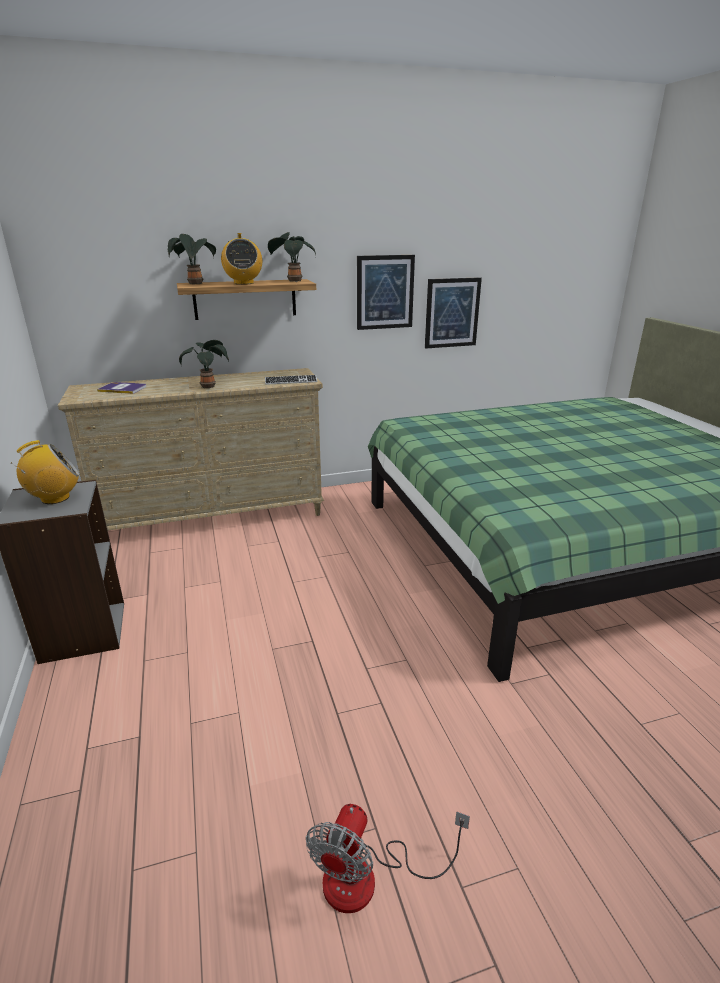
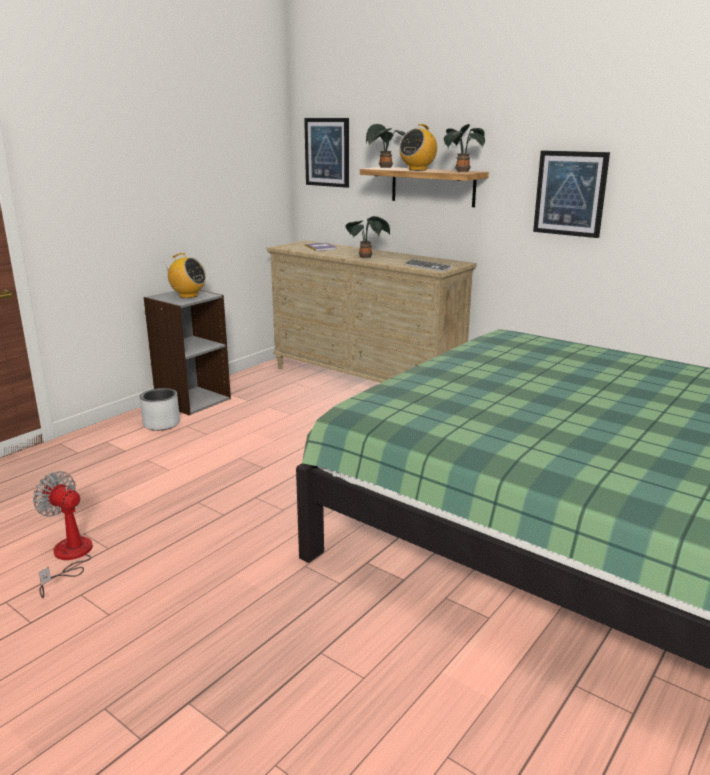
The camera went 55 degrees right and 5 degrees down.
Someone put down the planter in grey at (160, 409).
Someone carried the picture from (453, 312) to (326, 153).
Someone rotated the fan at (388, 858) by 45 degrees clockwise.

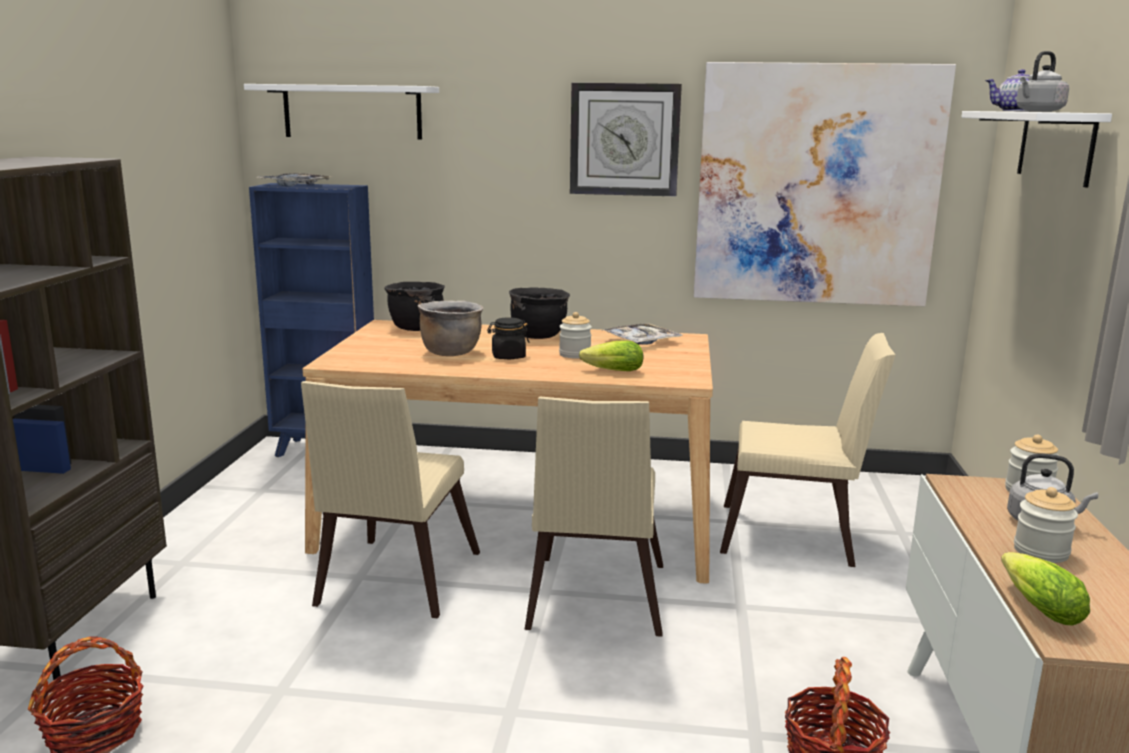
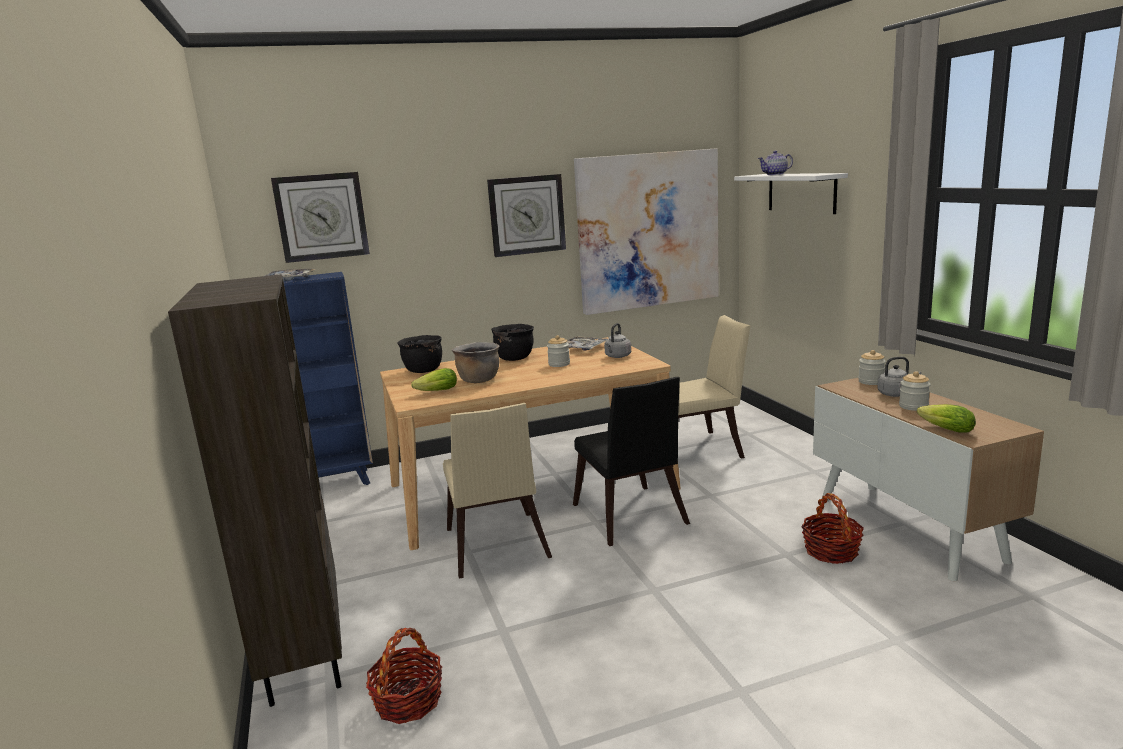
The camera went 25 degrees left and 0 degrees up.
Someone took away the jar in black at (508, 338).
Someone carried the lettuce from (611, 355) to (434, 379).
Someone carried the kettle in grey from (1042, 81) to (617, 340).
Someone swapped the shelf in white at (341, 111) for the wall clock at (320, 217).
Someone repainted the chair in beige at (594, 517), which became the chair in black at (631, 461).

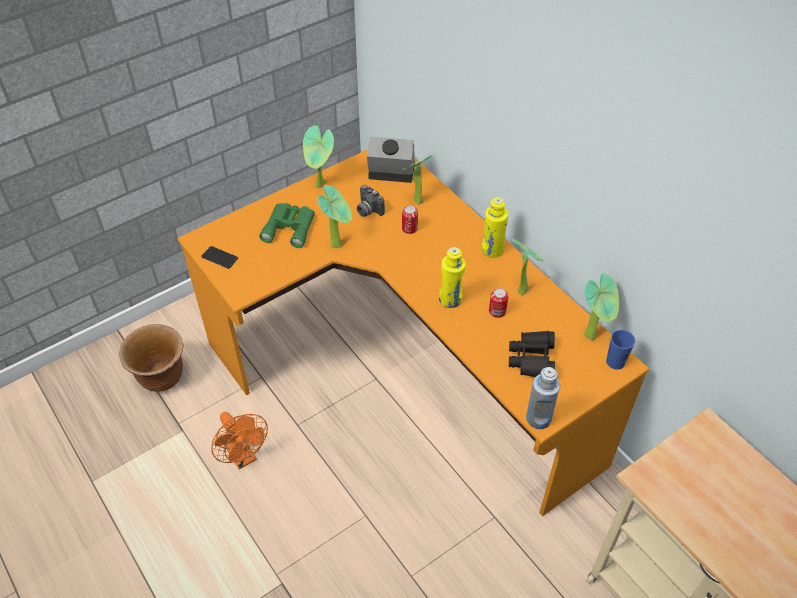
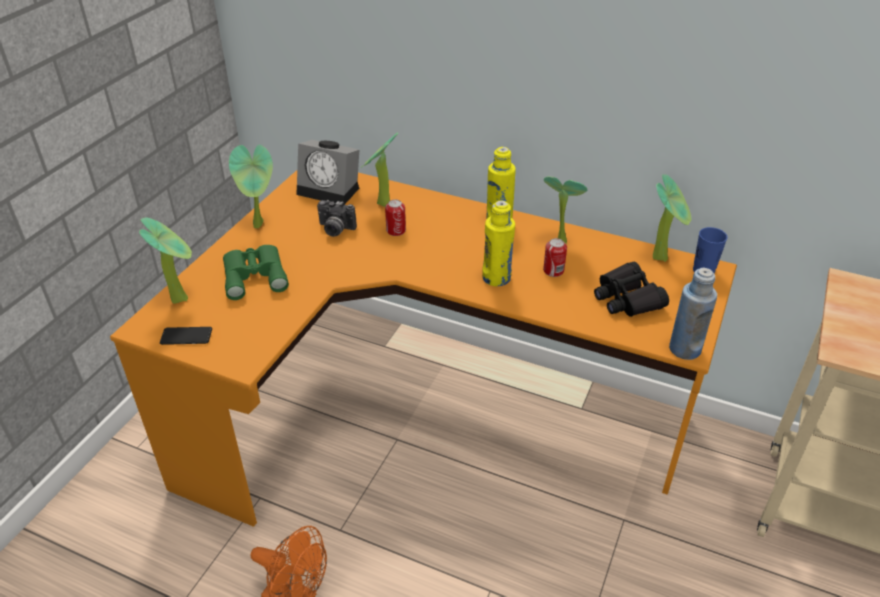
The camera went 30 degrees left and 10 degrees down.
Someone took away the planter in brown at (151, 358).
Someone carried the potted plant from (334, 217) to (165, 260).
Someone rotated the alarm clock at (391, 160) by 135 degrees counterclockwise.

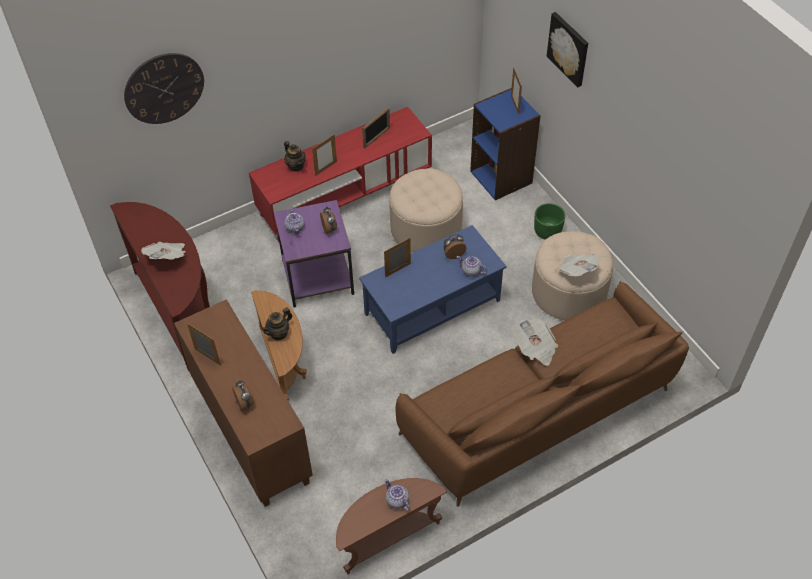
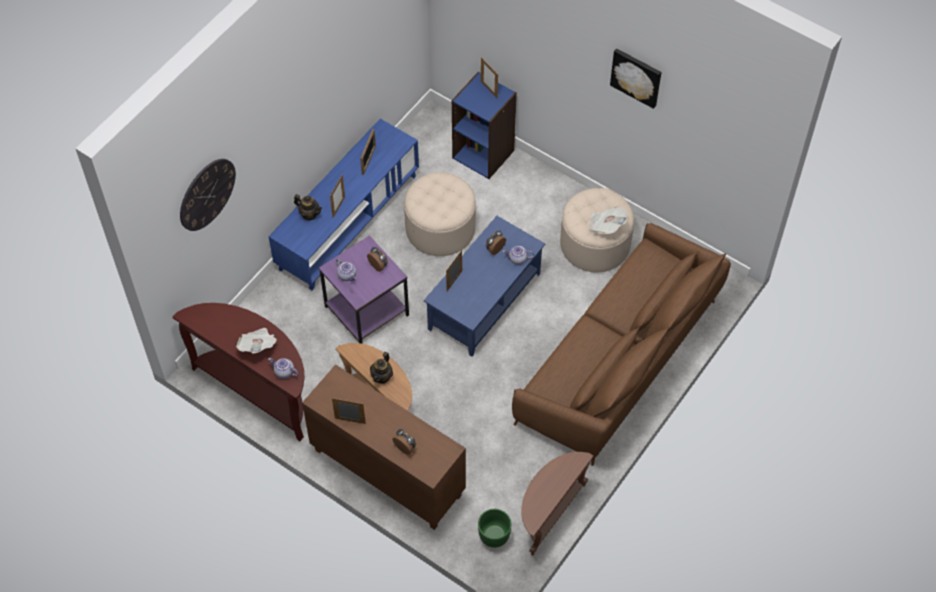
The camera went 25 degrees left and 5 degrees up.
Someone took away the newspaper at (537, 342).
Someone carried the teapot from (397, 495) to (283, 368).
Someone carried the planter in green from (549, 221) to (494, 528).
Someone carried the picture from (567, 49) to (635, 78).
Someone repainted the tv stand in red at (340, 174), which became the tv stand in blue at (343, 204).

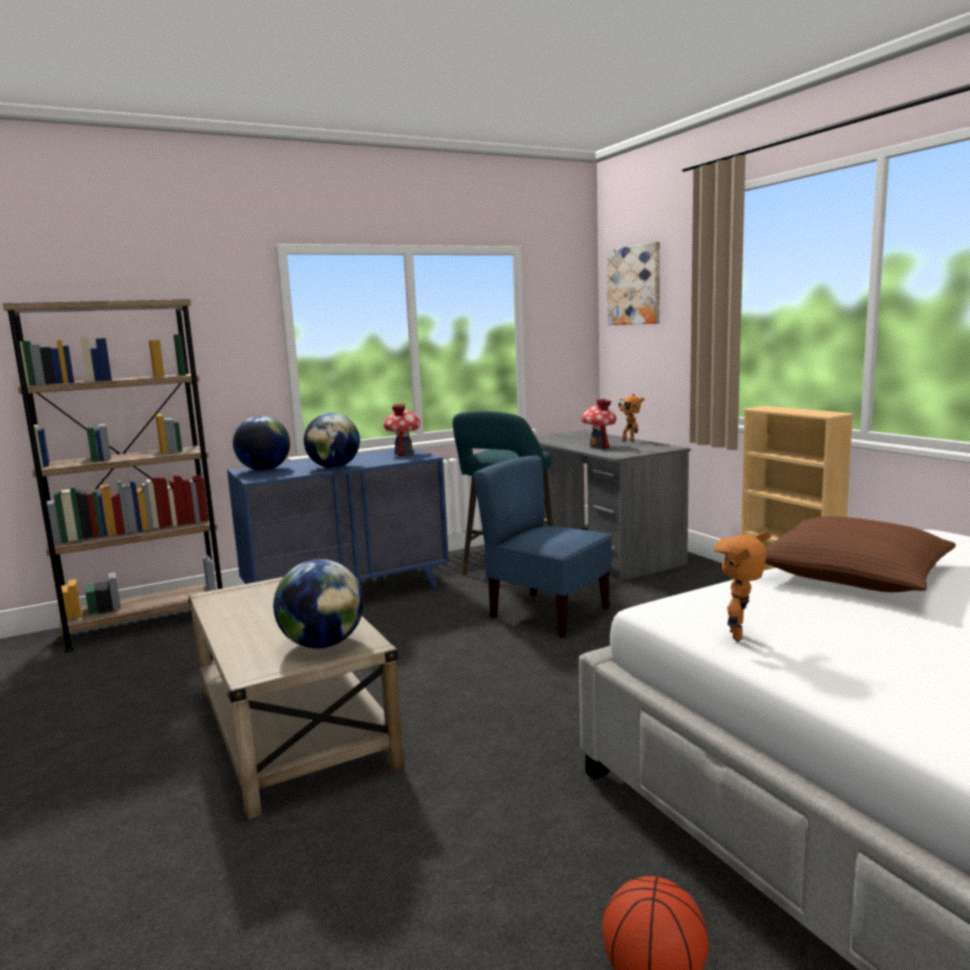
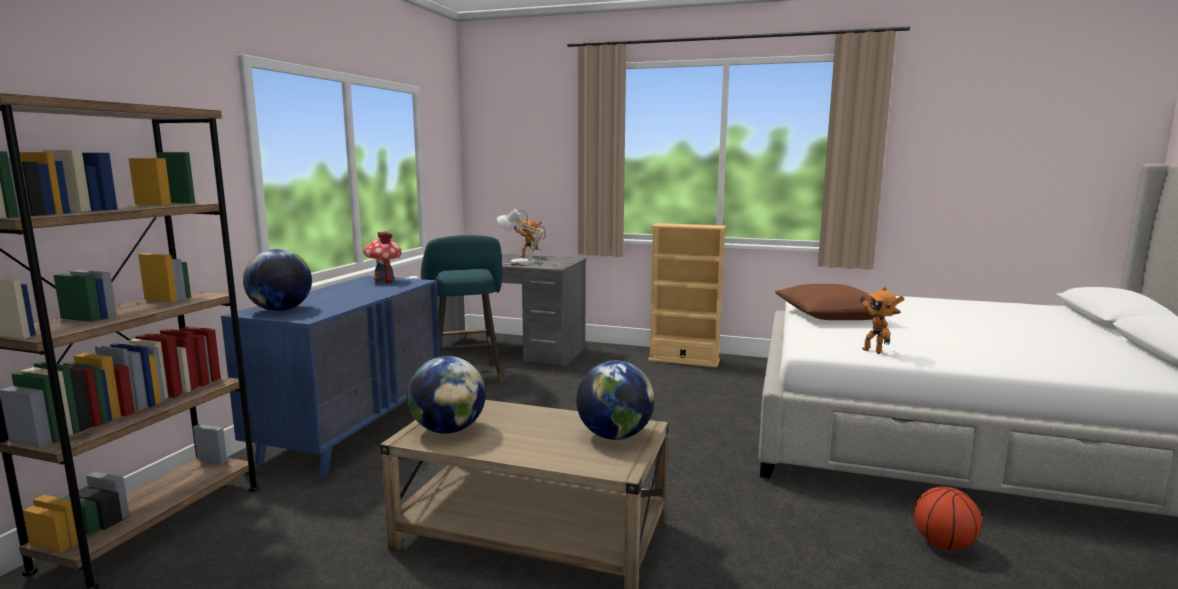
The camera went 45 degrees left and 0 degrees up.
Someone took away the chair in blue at (543, 547).
Someone took away the picture at (633, 283).
Someone carried the globe from (332, 440) to (446, 395).
Someone swapped the toy house at (598, 424) for the table lamp at (521, 237).

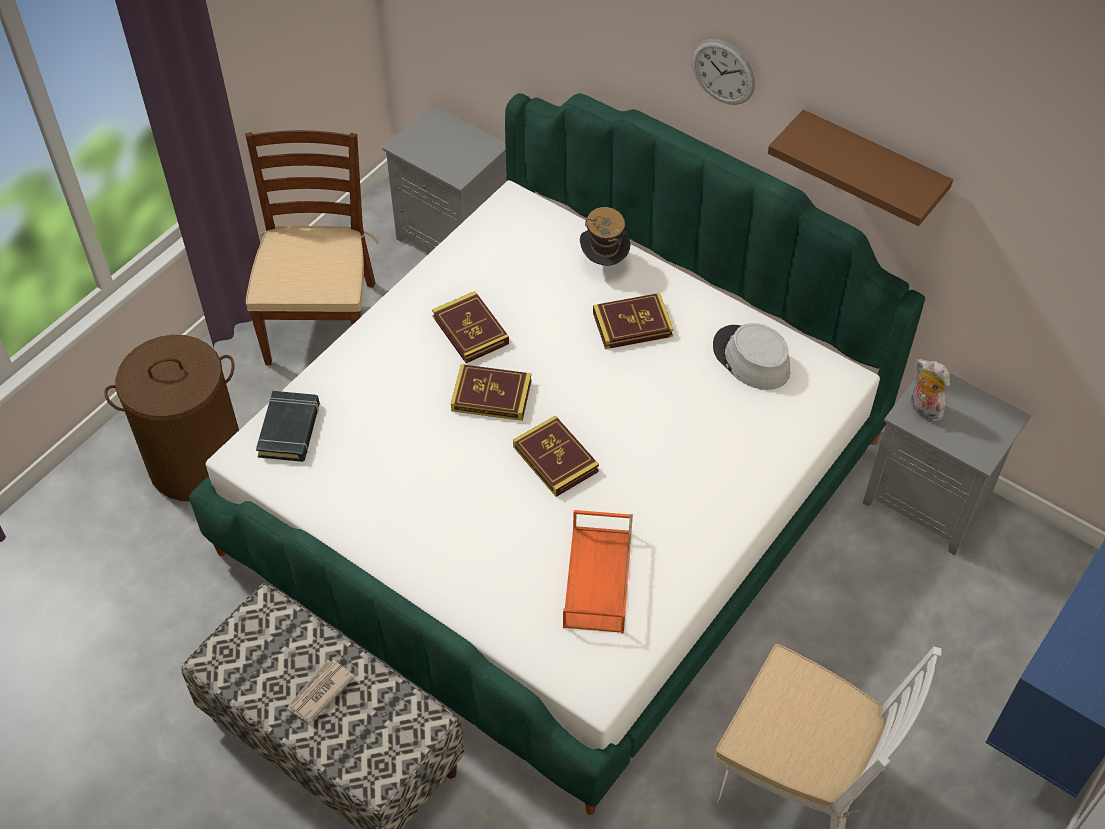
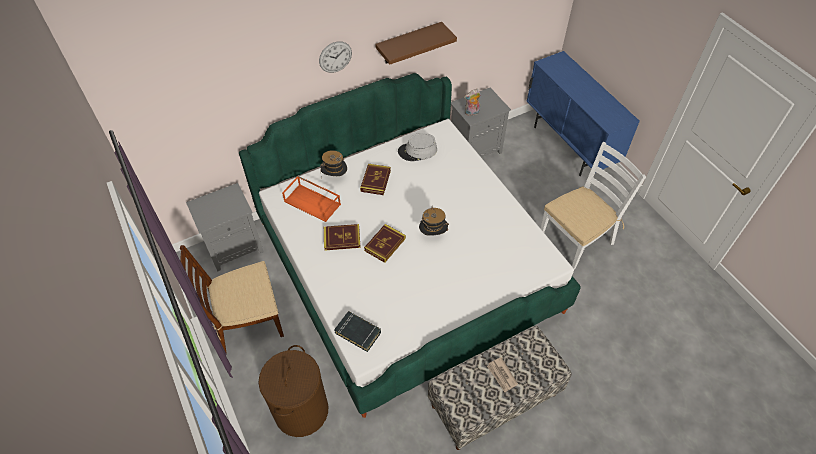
The camera went 65 degrees left and 0 degrees up.
Someone carried the tray in orange from (598, 572) to (311, 199).
Someone swapped the book at (556, 456) for the hat at (434, 220).
Someone rotated the chair in brown at (312, 247) by 45 degrees counterclockwise.

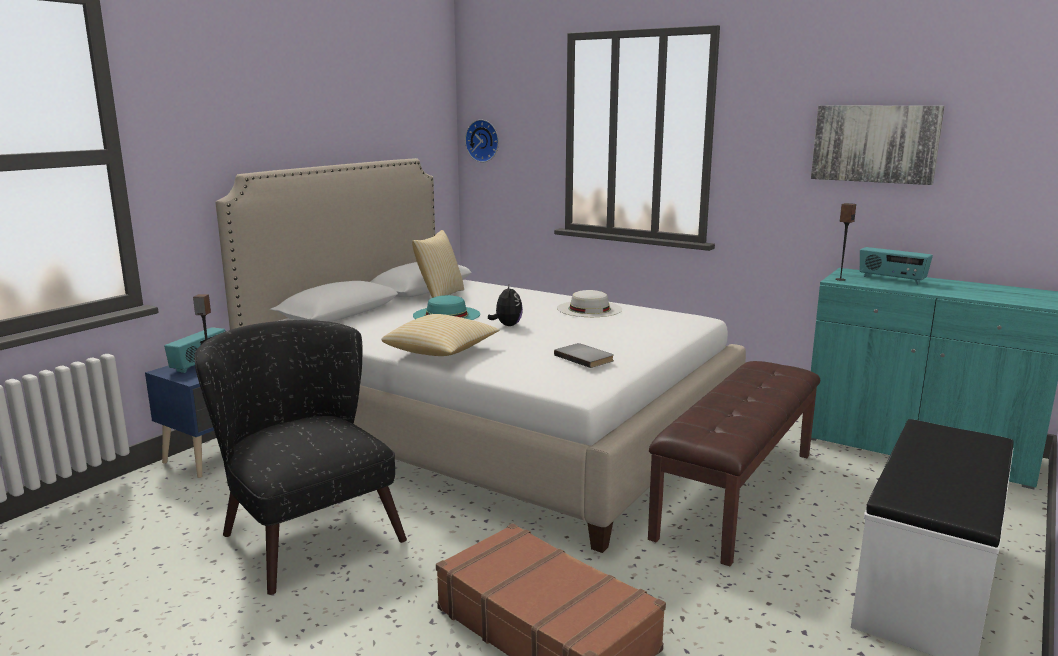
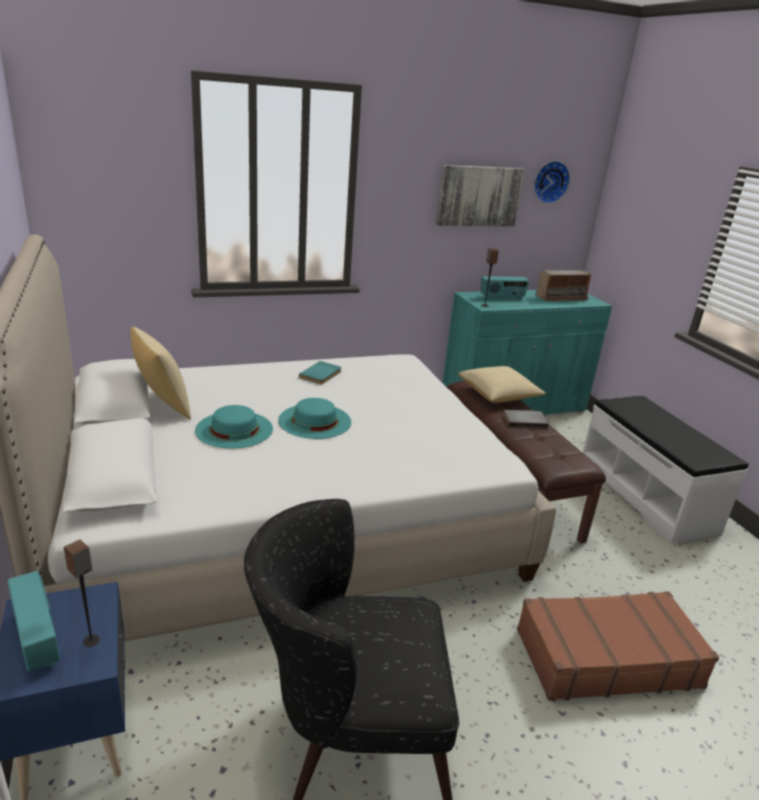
The camera went 55 degrees left and 10 degrees up.
Someone put down the radio at (563, 286).
Someone carried the pillow from (440, 335) to (502, 384).
Someone carried the wall clock from (482, 140) to (552, 182).
Someone carried the book in grey from (584, 355) to (526, 419).
Someone swapped the plush toy at (505, 304) for the hat in turquoise at (314, 418).
Someone swapped the hat in white at (589, 303) for the book in turquoise at (320, 373).

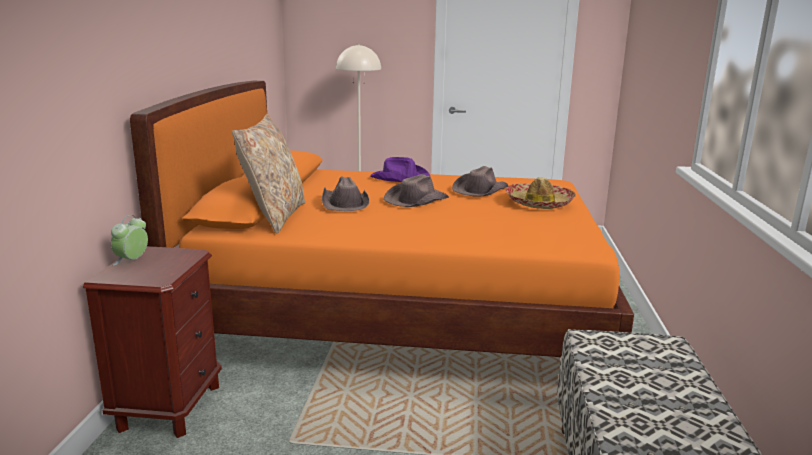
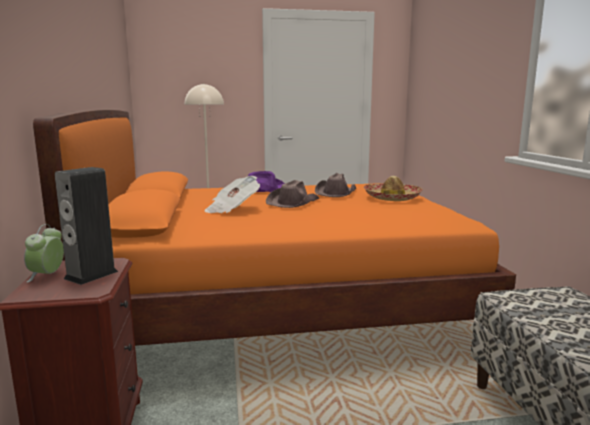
The camera went 15 degrees left and 5 degrees down.
Someone took away the pillow in beige at (268, 173).
Someone put down the speaker at (86, 226).
Someone swapped the hat in brown at (345, 193) for the newspaper at (232, 194).

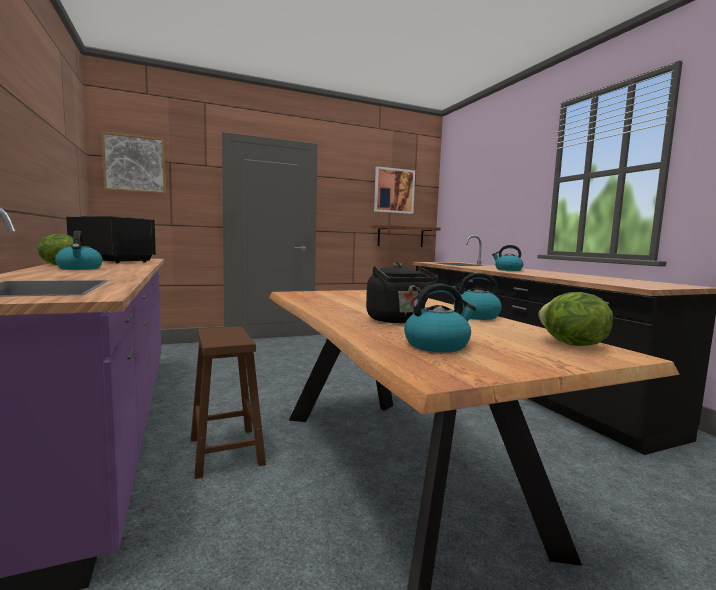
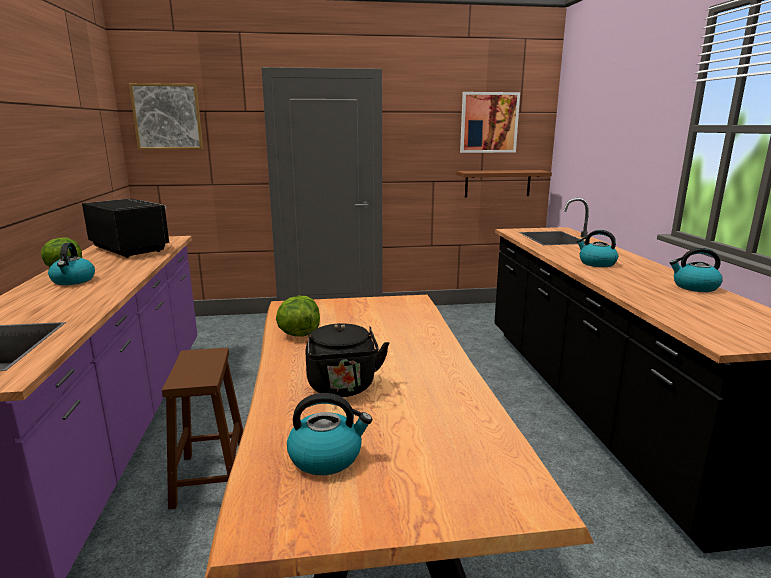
The camera went 15 degrees right and 10 degrees up.
Someone carried the kettle from (476, 296) to (696, 270).
Someone carried the lettuce from (575, 319) to (298, 316).

